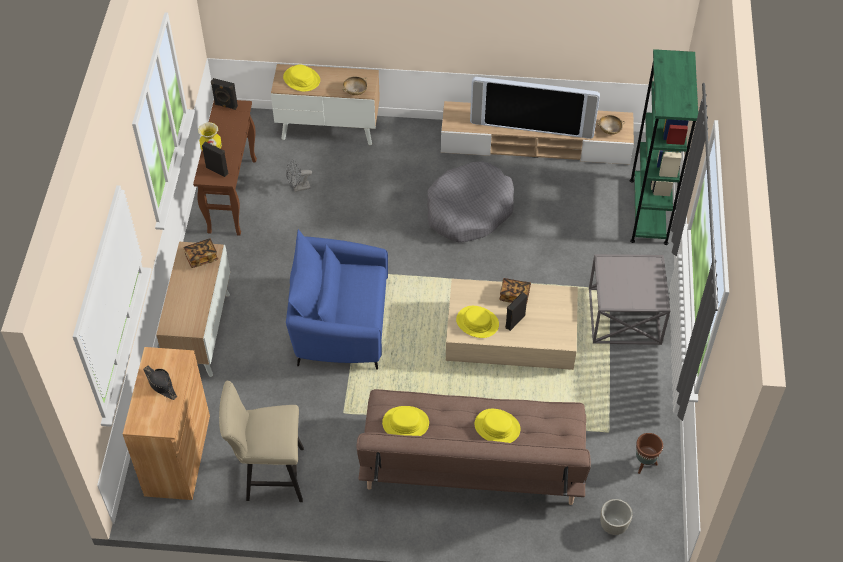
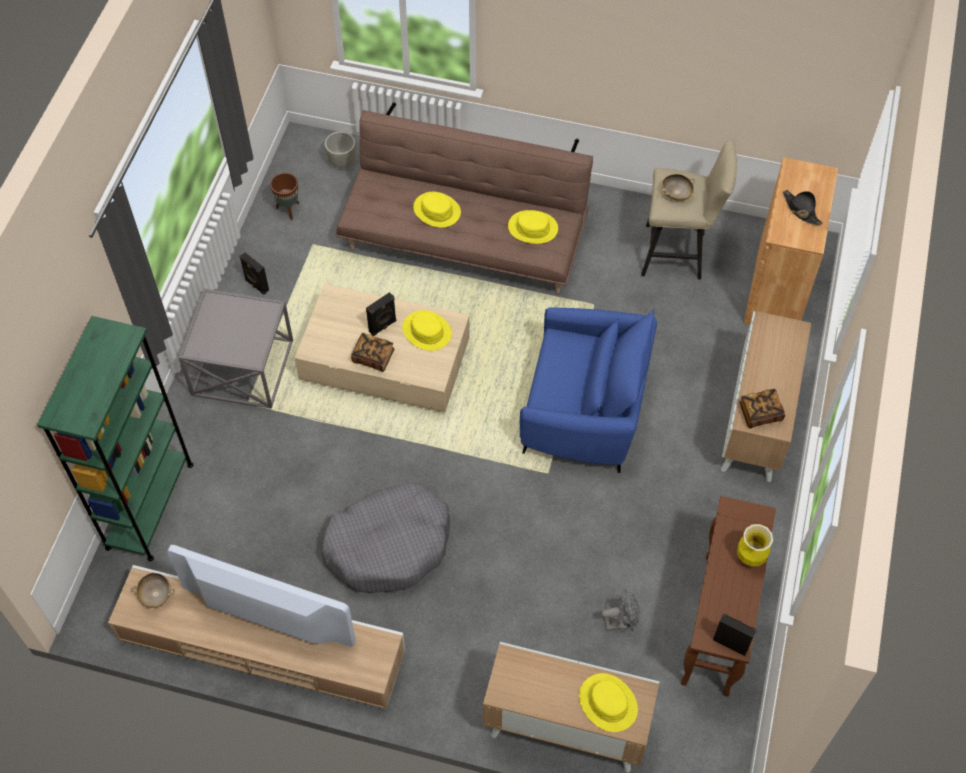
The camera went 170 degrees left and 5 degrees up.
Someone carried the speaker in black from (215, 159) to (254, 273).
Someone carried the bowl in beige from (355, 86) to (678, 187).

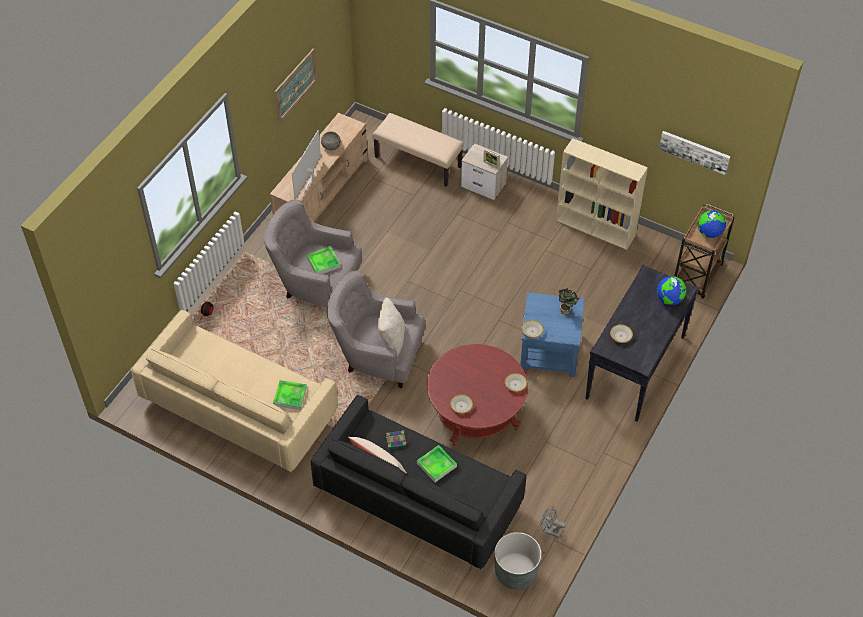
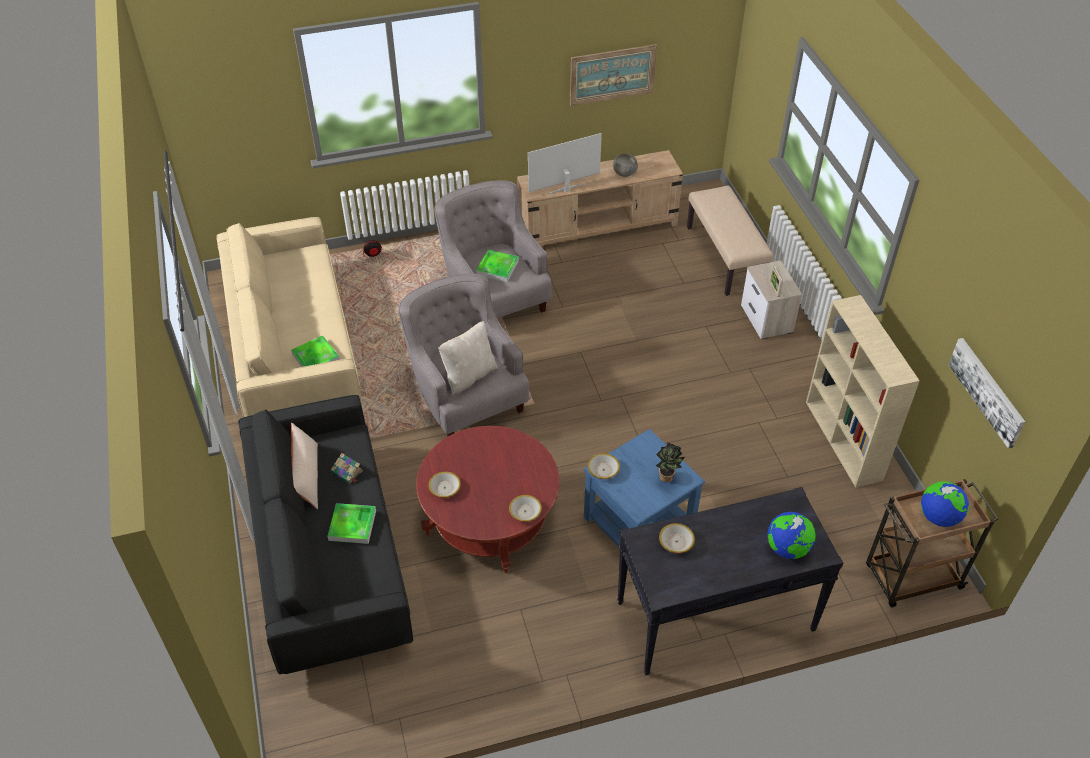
The camera went 45 degrees right and 5 degrees down.
Someone took away the planter in grey at (517, 561).
Someone took away the fan in grey at (553, 522).

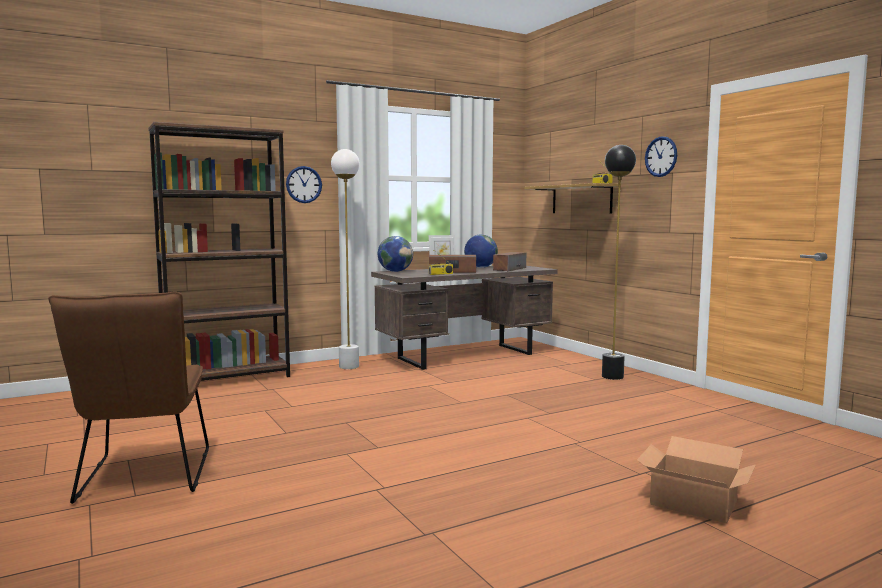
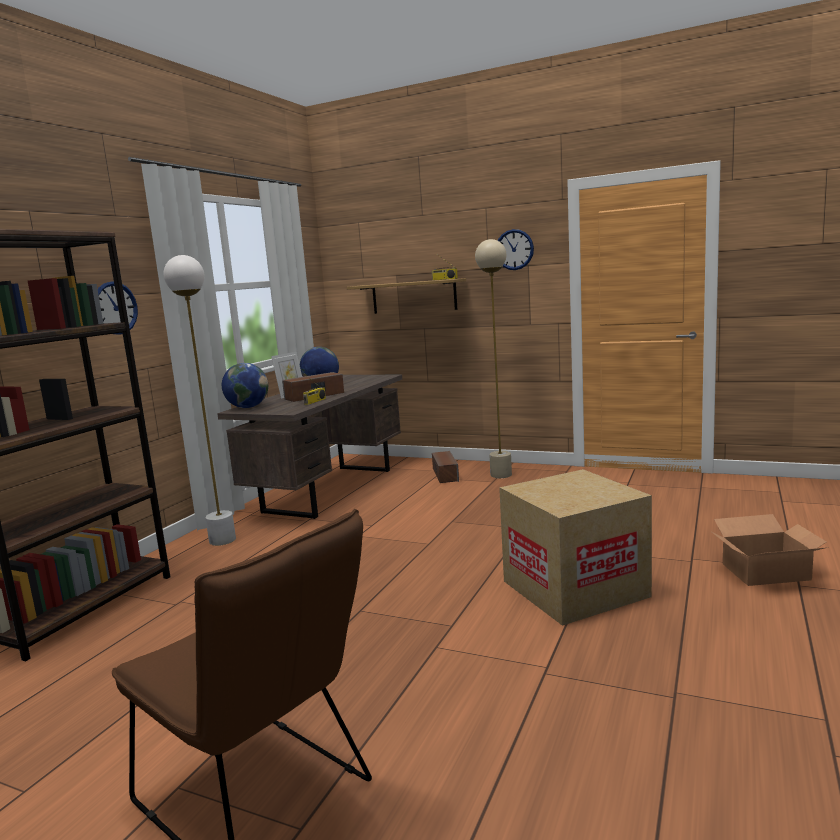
The camera went 35 degrees left and 5 degrees up.
Someone put down the cardboard box at (575, 547).
Someone carried the speaker from (509, 261) to (445, 467).
Someone repainted the floor lamp in black at (619, 262), which became the floor lamp in beige at (493, 358).

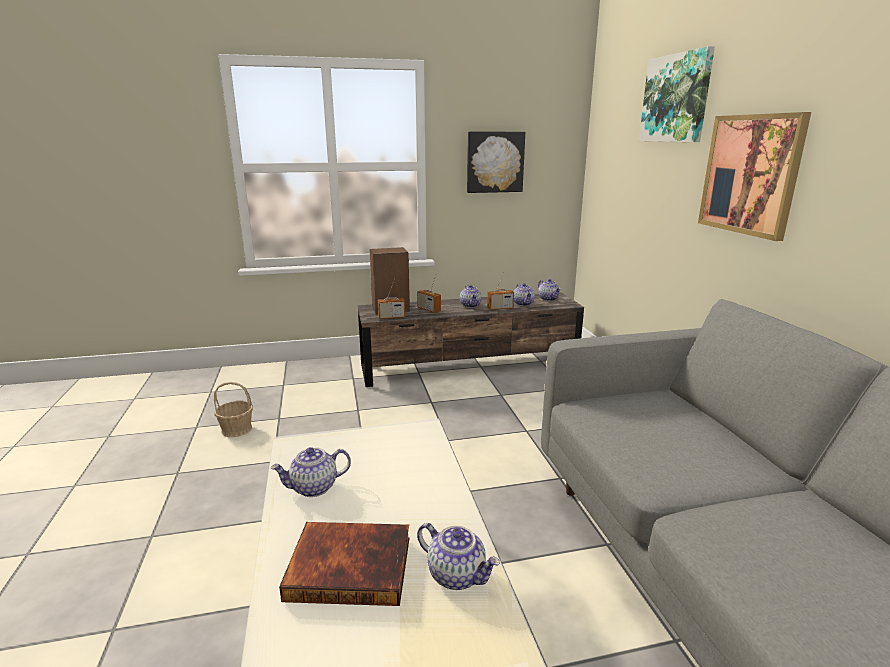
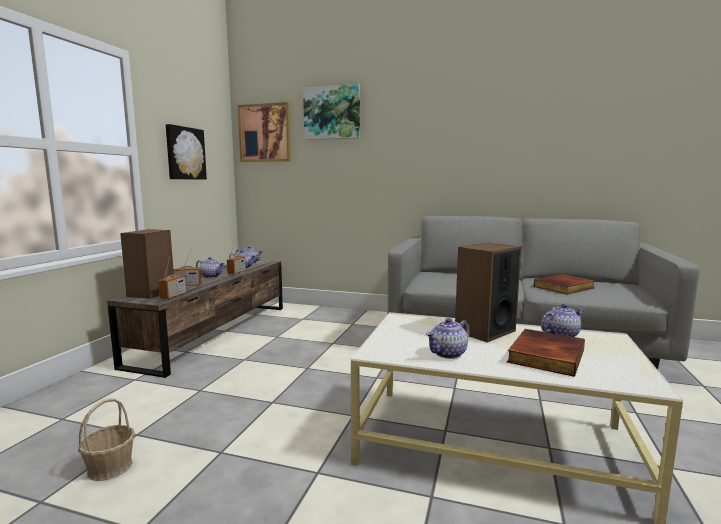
The camera went 60 degrees left and 10 degrees down.
Someone put down the speaker at (488, 292).
Someone put down the book at (564, 284).
Someone carried the picture from (754, 176) to (264, 132).
Someone rotated the teapot at (311, 472) by 45 degrees clockwise.

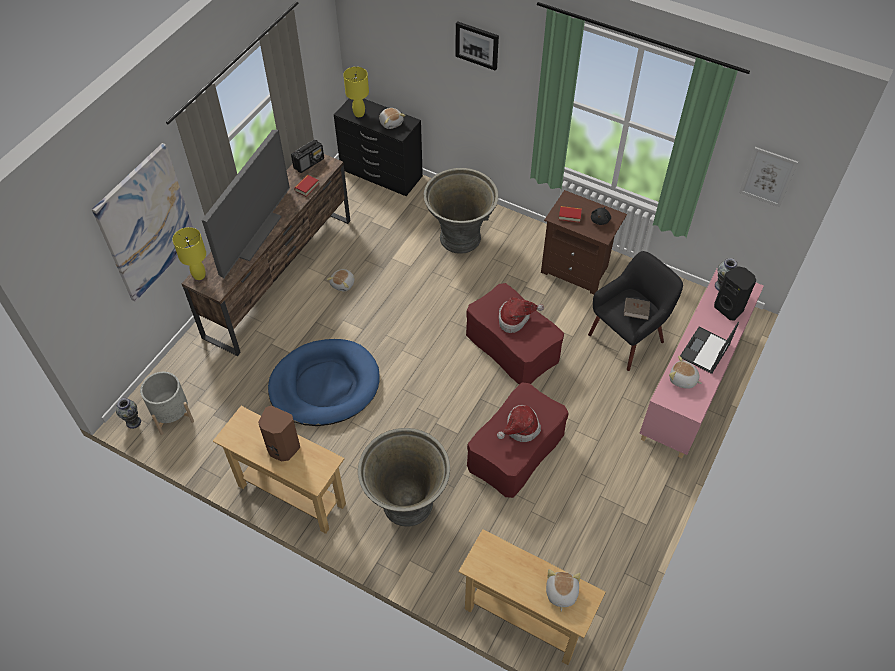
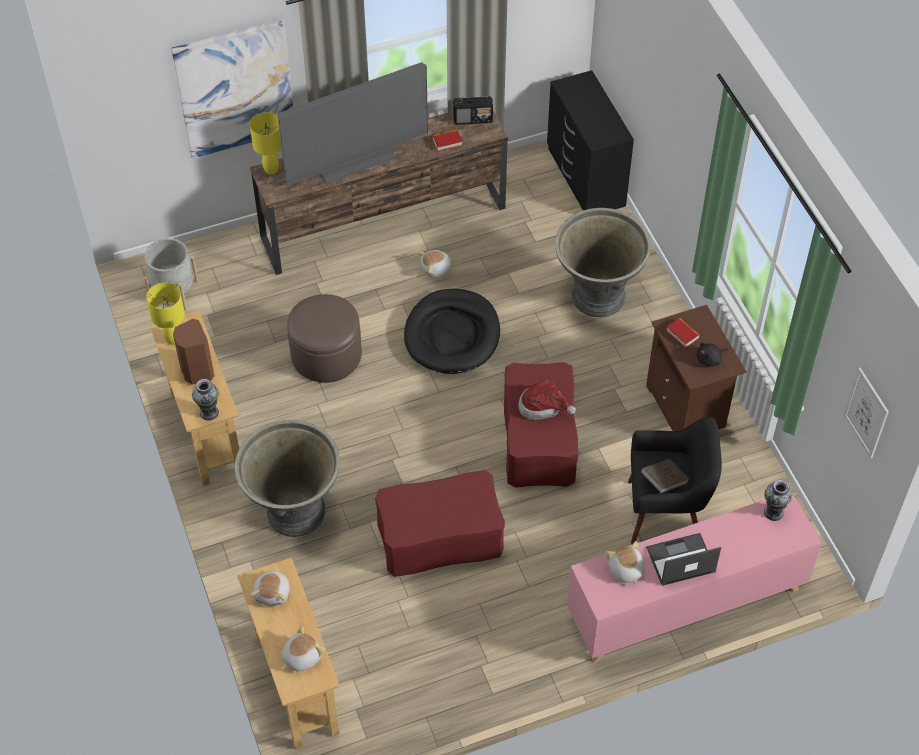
The camera went 40 degrees right and 0 degrees up.
Someone took away the picture at (477, 46).
Someone took away the hat at (519, 423).
Someone took away the speaker in black at (735, 293).
Someone put down the dog bed in black at (452, 331).
Someone carried the vase from (128, 413) to (205, 399).
Someone carried the table lamp in yellow from (356, 92) to (165, 313).
Someone carried the plush toy from (392, 118) to (270, 587).
Someone swapped the dog bed in blue at (324, 382) for the ottoman in brown at (324, 338).

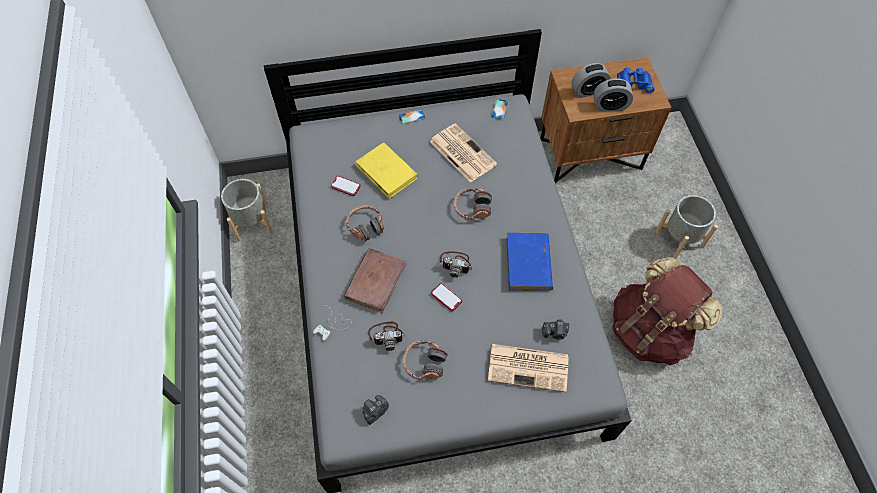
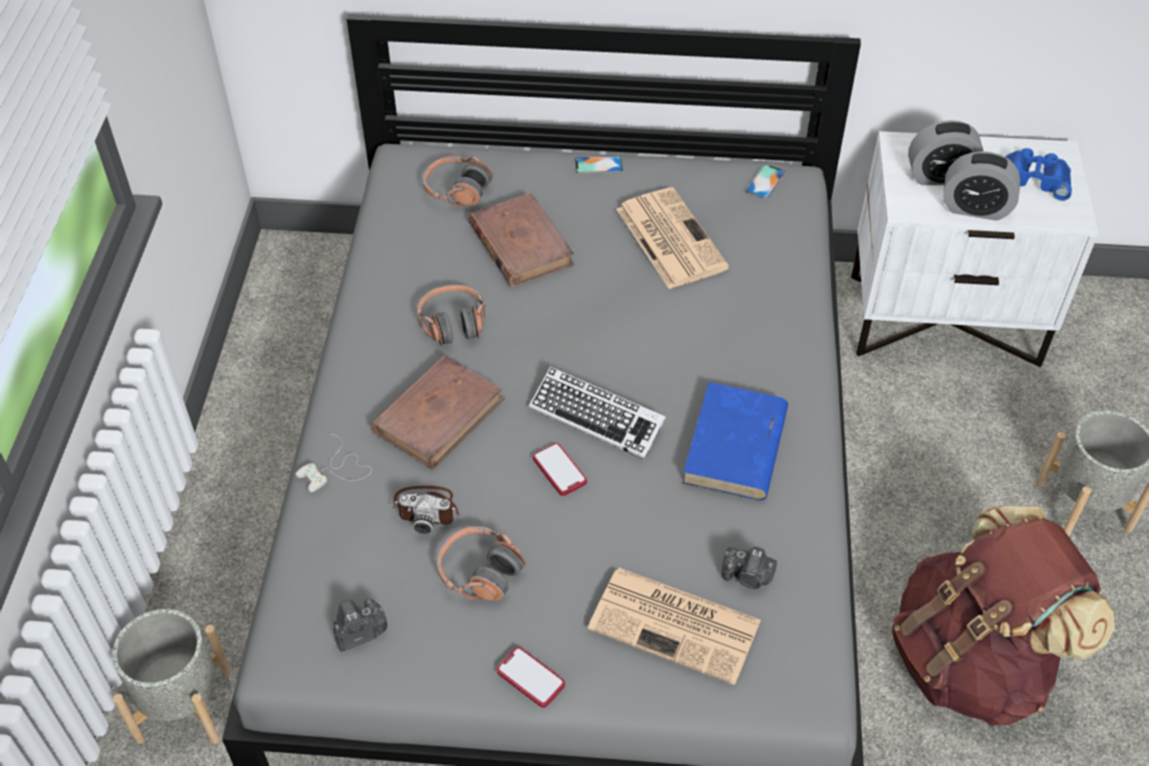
The camera went 15 degrees right and 10 degrees down.
Someone carried the planter in grey from (247, 210) to (172, 676).
Someone carried the phone from (346, 186) to (531, 677).
Someone carried the headphones from (473, 204) to (458, 181).
Someone swapped the photo camera at (456, 264) for the keyboard at (597, 413).
Someone repainted the book in yellow at (386, 170), which became the book in brown at (521, 240).
Someone repainted the nightstand in brown at (606, 120), which became the nightstand in white at (975, 249).

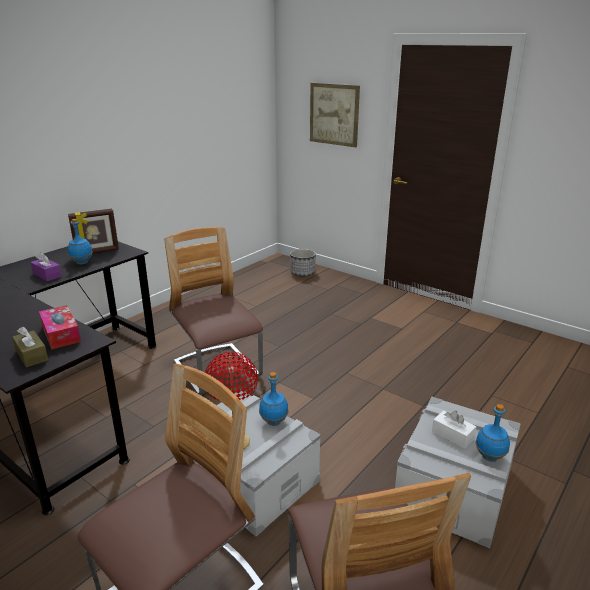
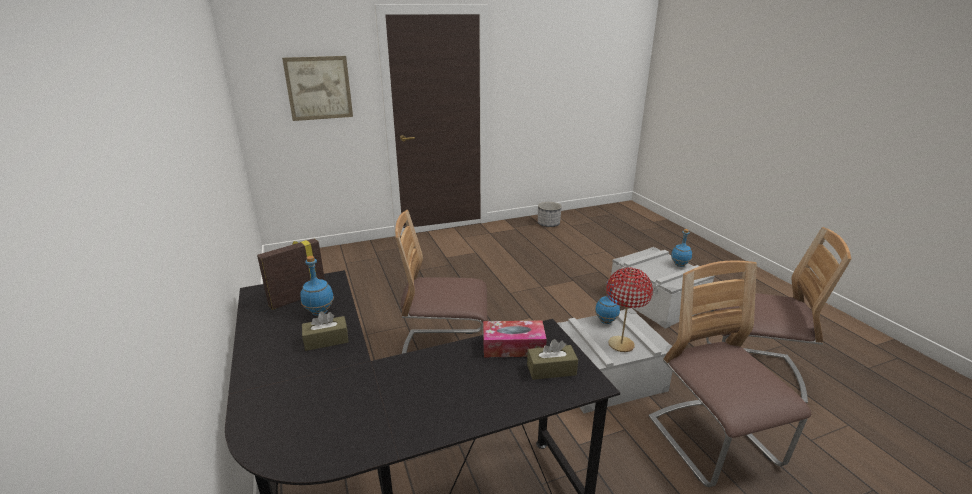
The camera went 60 degrees left and 0 degrees up.
Someone took away the tissue box in white at (454, 429).
Someone carried the planter from (303, 262) to (550, 214).
Someone repainted the tissue box in purple at (46, 266), which became the tissue box in brown at (325, 331).
Someone rotated the picture frame at (93, 231) by 135 degrees counterclockwise.

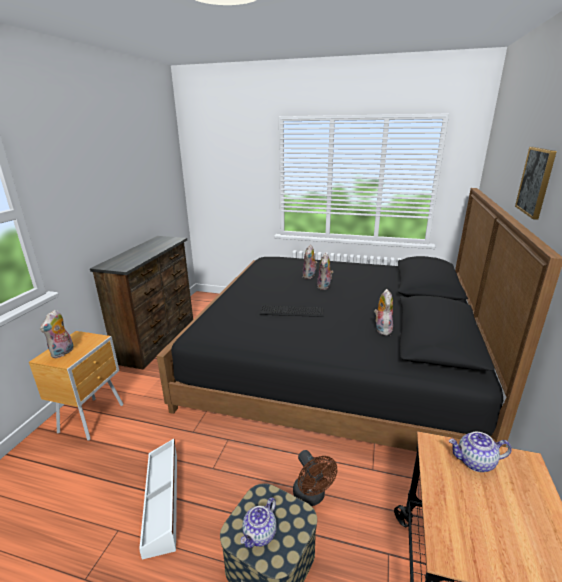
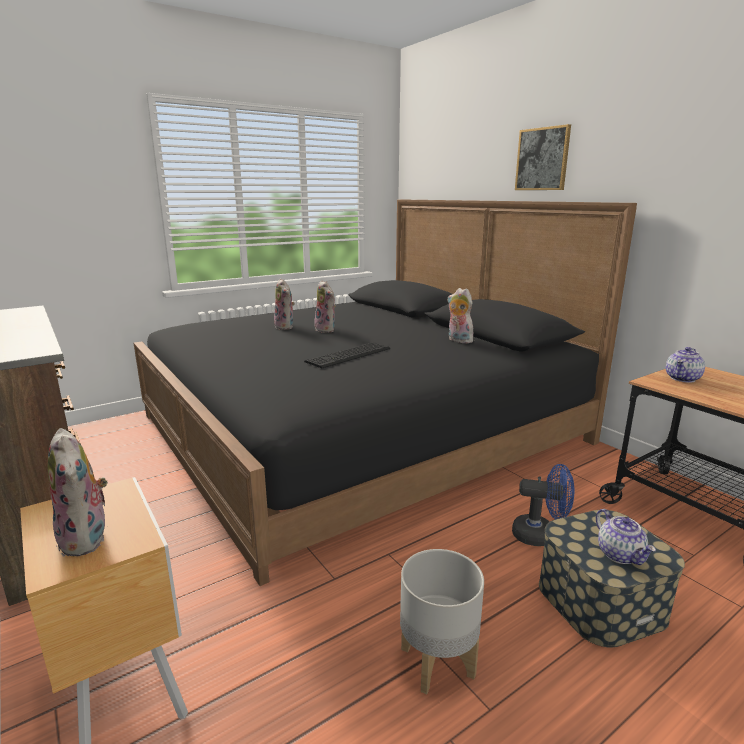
The camera went 50 degrees left and 5 degrees down.
Someone swapped the storage box in white at (158, 499) for the planter in grey at (442, 621).
Someone repainted the fan in brown at (315, 478), which became the fan in blue at (543, 505).

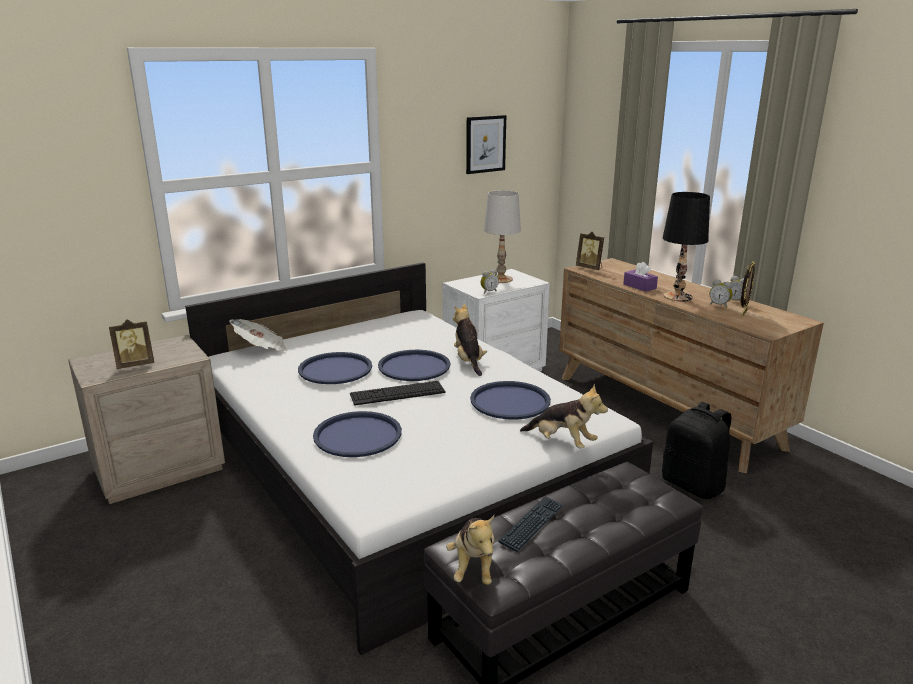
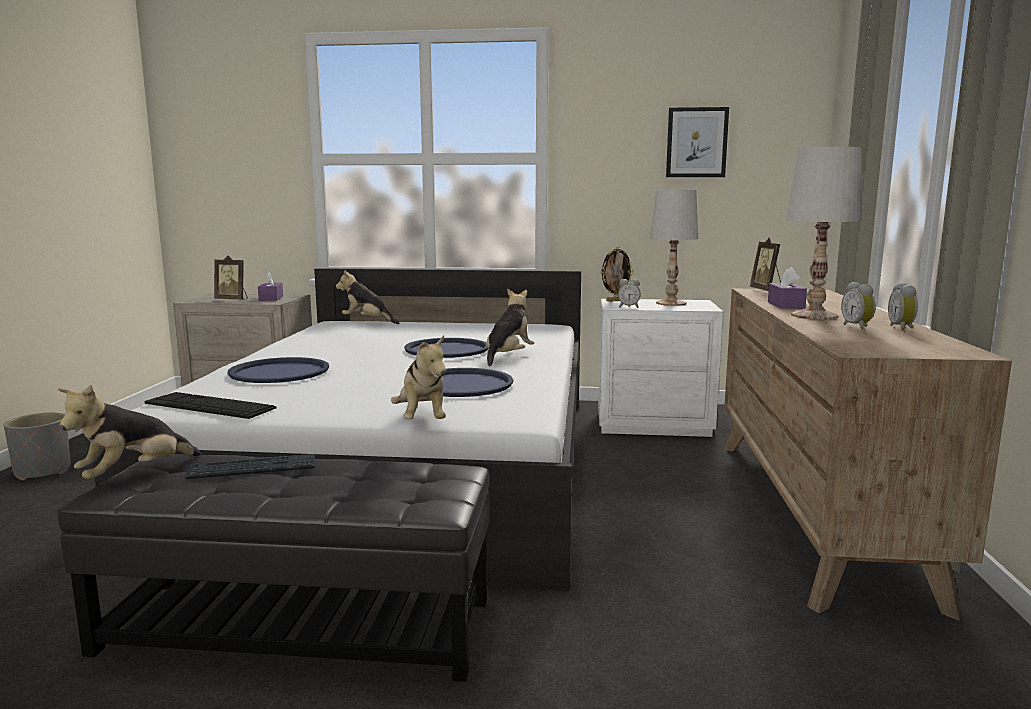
The camera went 40 degrees right and 10 degrees down.
Someone took away the tray in blue at (335, 368).
Someone took away the backpack in black at (696, 450).
Someone put down the planter in grey at (37, 446).
Someone put down the tissue box in purple at (270, 286).
Someone carried the keyboard from (398, 393) to (211, 405).
Someone carried the picture frame from (748, 288) to (617, 274).
Someone swapped the newspaper at (258, 335) for the plush toy at (367, 297).
Someone repainted the table lamp in black at (686, 247), which became the table lamp in white at (823, 233).

